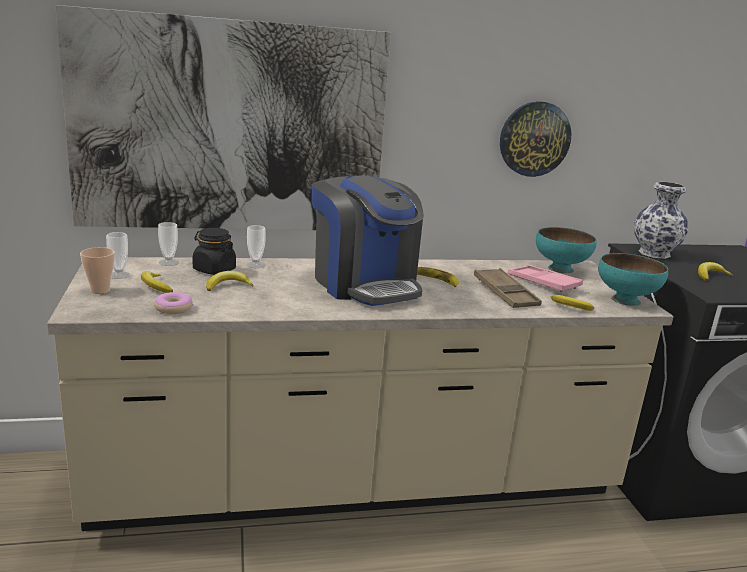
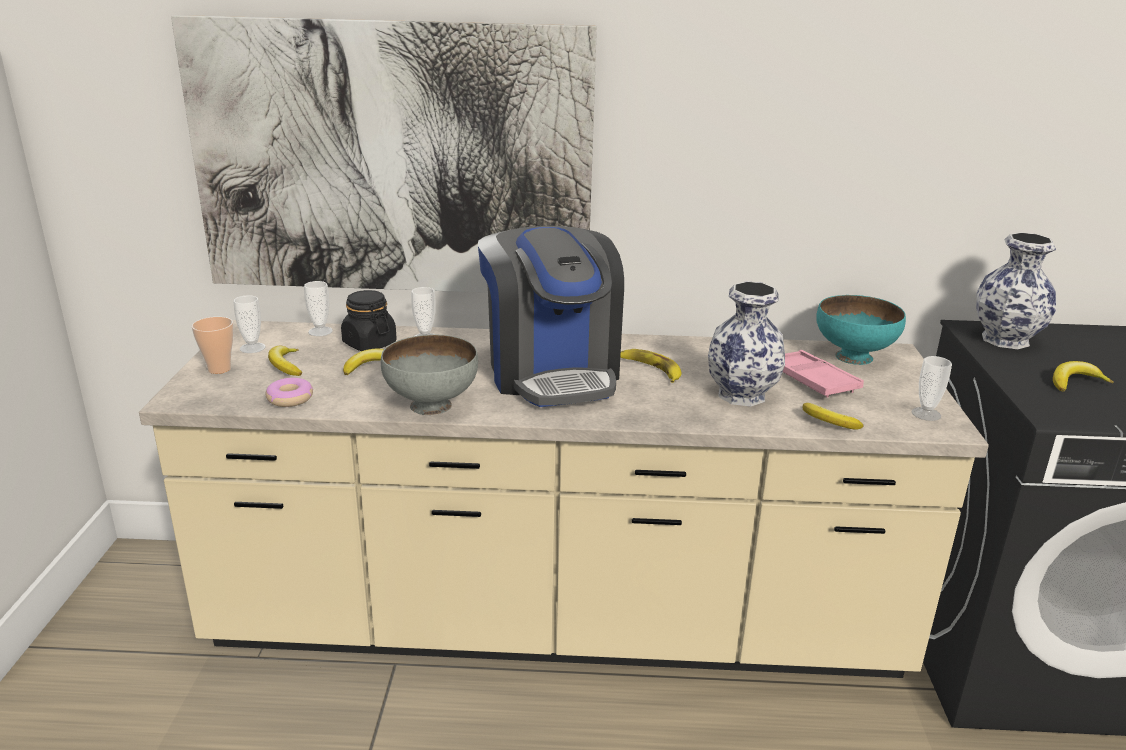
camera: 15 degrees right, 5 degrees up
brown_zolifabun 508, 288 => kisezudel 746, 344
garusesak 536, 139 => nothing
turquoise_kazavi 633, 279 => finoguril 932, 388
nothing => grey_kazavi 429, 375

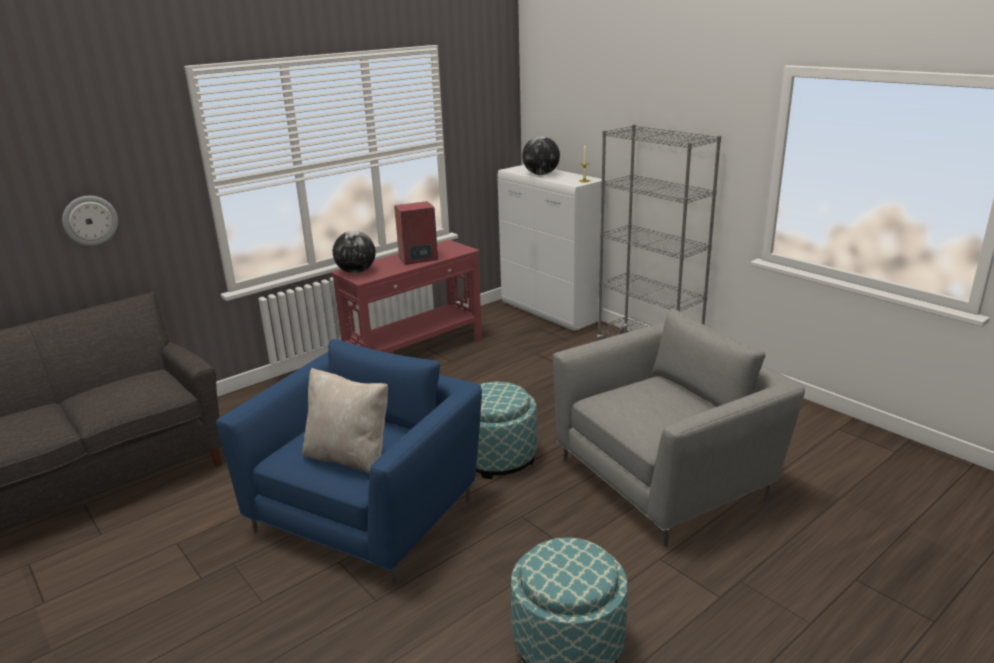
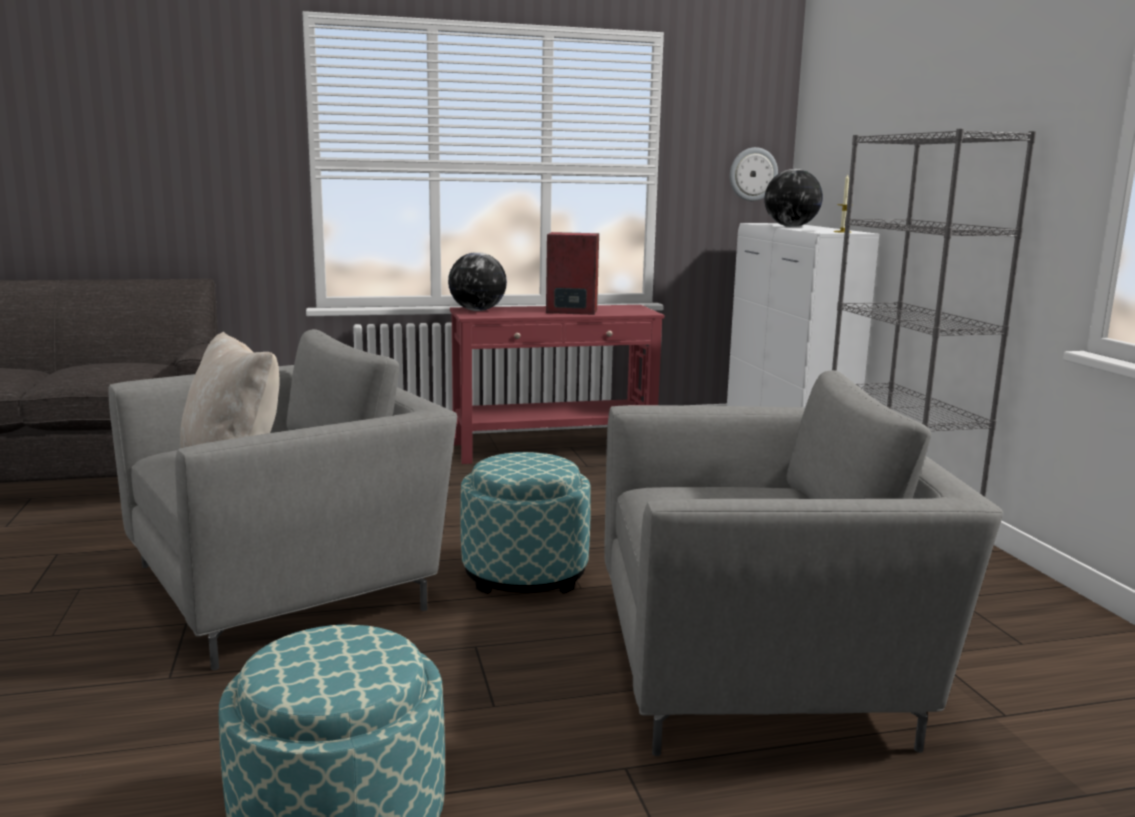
camera: 25 degrees right, 10 degrees down
garusesak 90, 221 => garusesak 754, 174, relocated
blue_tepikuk 349, 462 => grey_tepikuk 282, 499

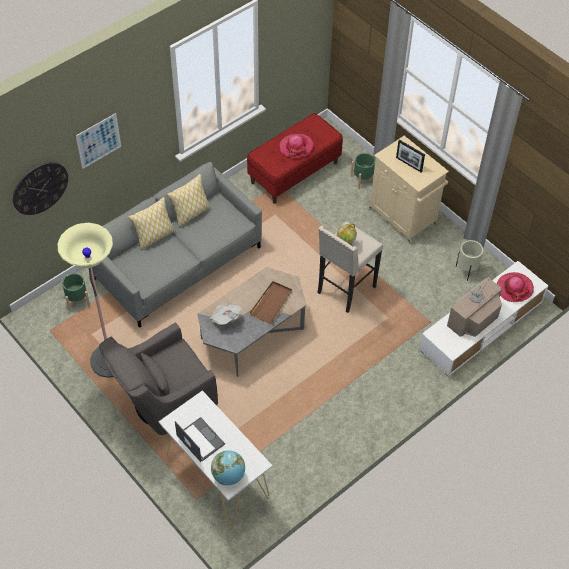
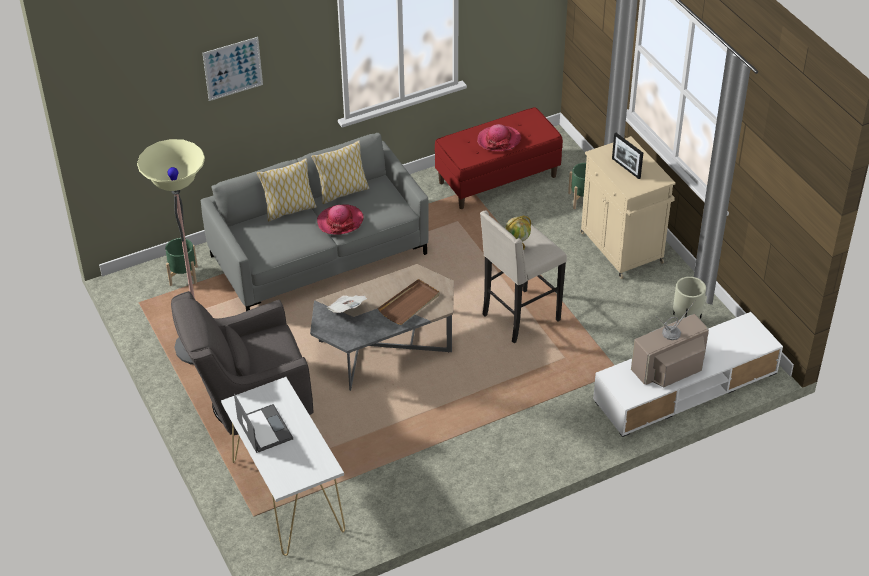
camera: 15 degrees right, 10 degrees down
garusesak 40, 188 => nothing
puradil 228, 467 => nothing
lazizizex 515, 287 => lazizizex 340, 219, relocated

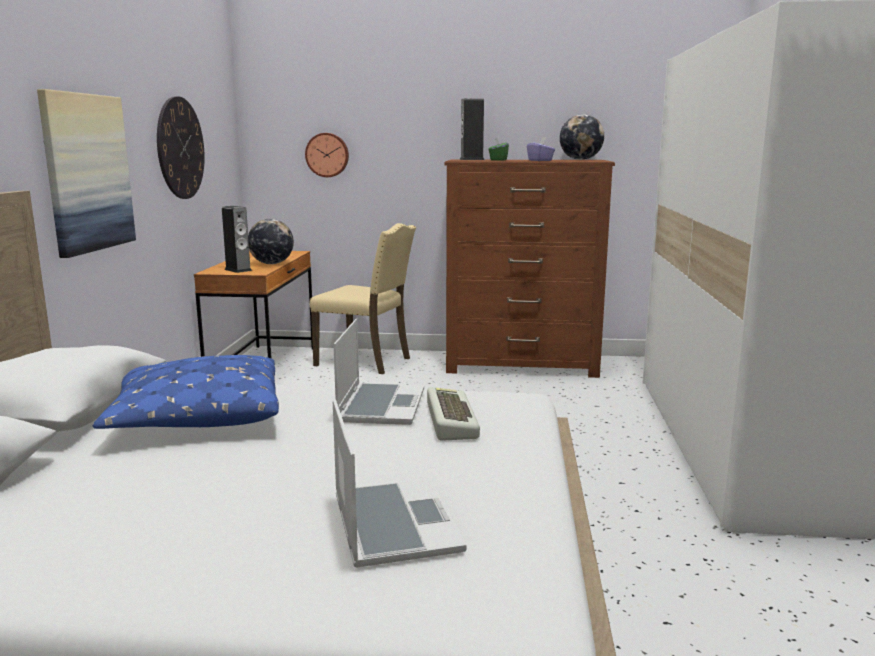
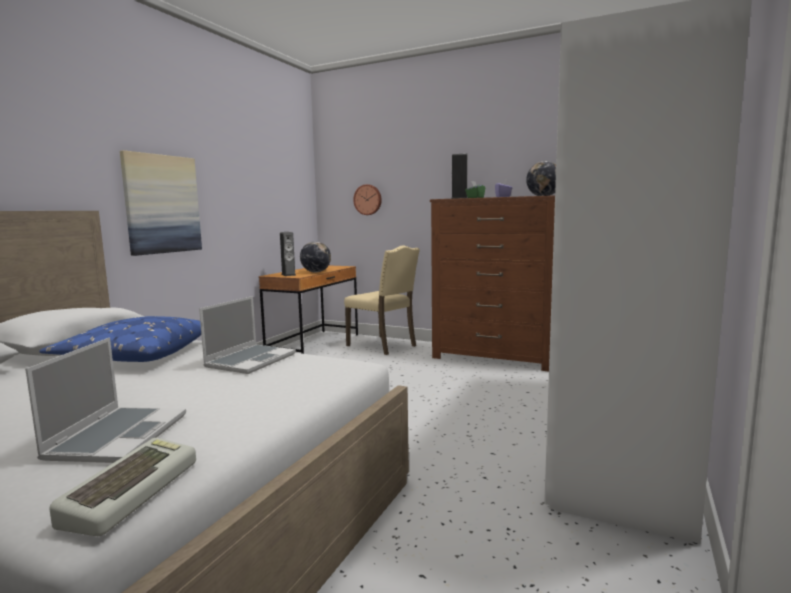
camera: 20 degrees right, 5 degrees down
garusesak 181, 147 => nothing
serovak 453, 414 => serovak 122, 487, relocated

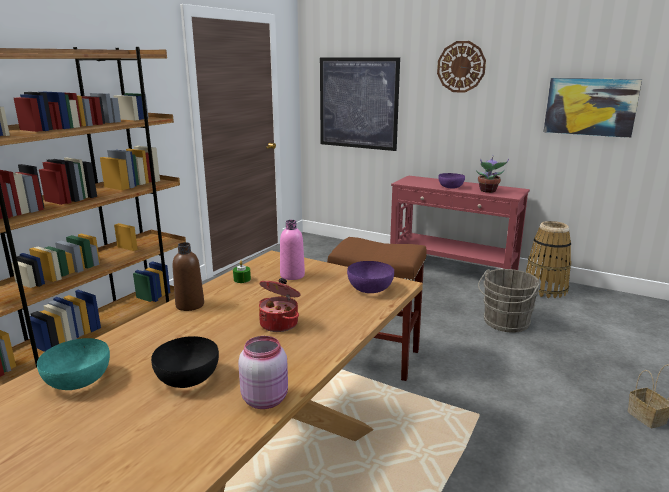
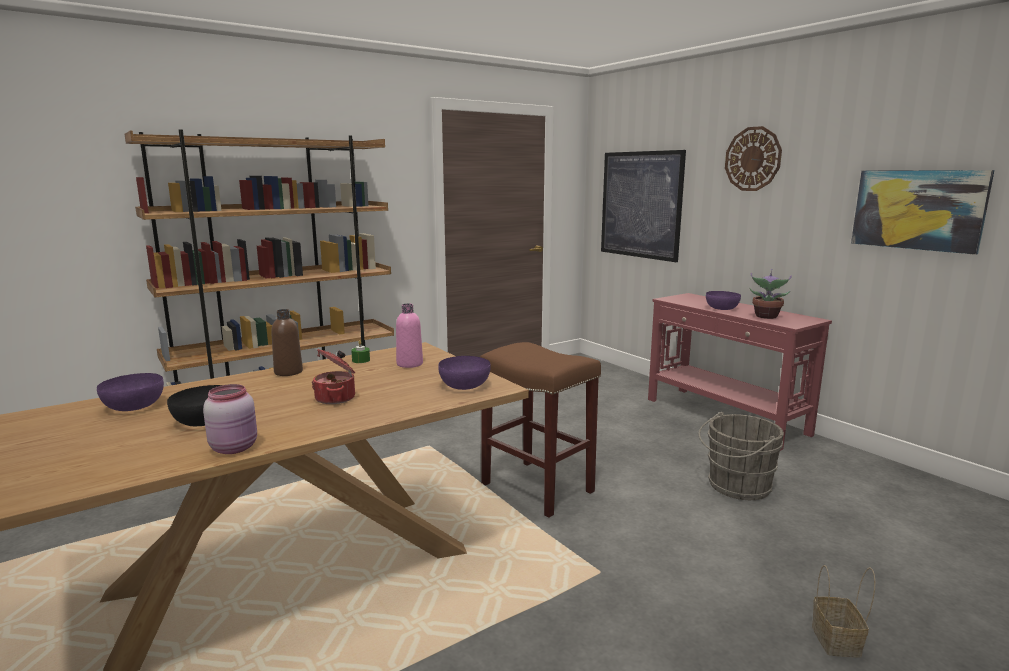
camera: 25 degrees right, 5 degrees down
turquoise_kazavi 73, 364 => purple_kazavi 130, 392
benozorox 548, 259 => nothing

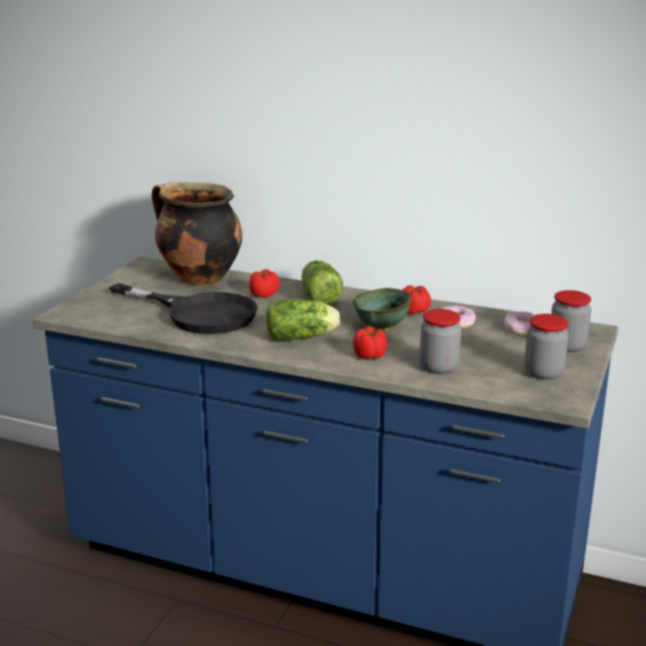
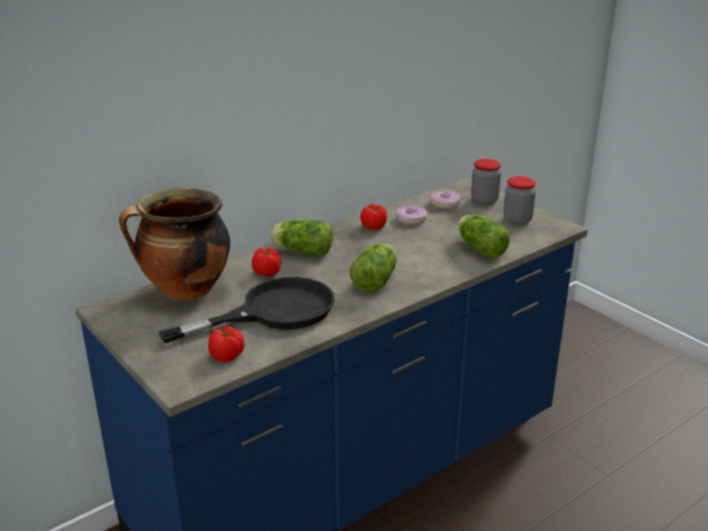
camera: 60 degrees left, 5 degrees up
green_kazavi 382, 309 => nothing
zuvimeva 370, 343 => zuvimeva 226, 344, relocated
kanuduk 440, 341 => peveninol 484, 236

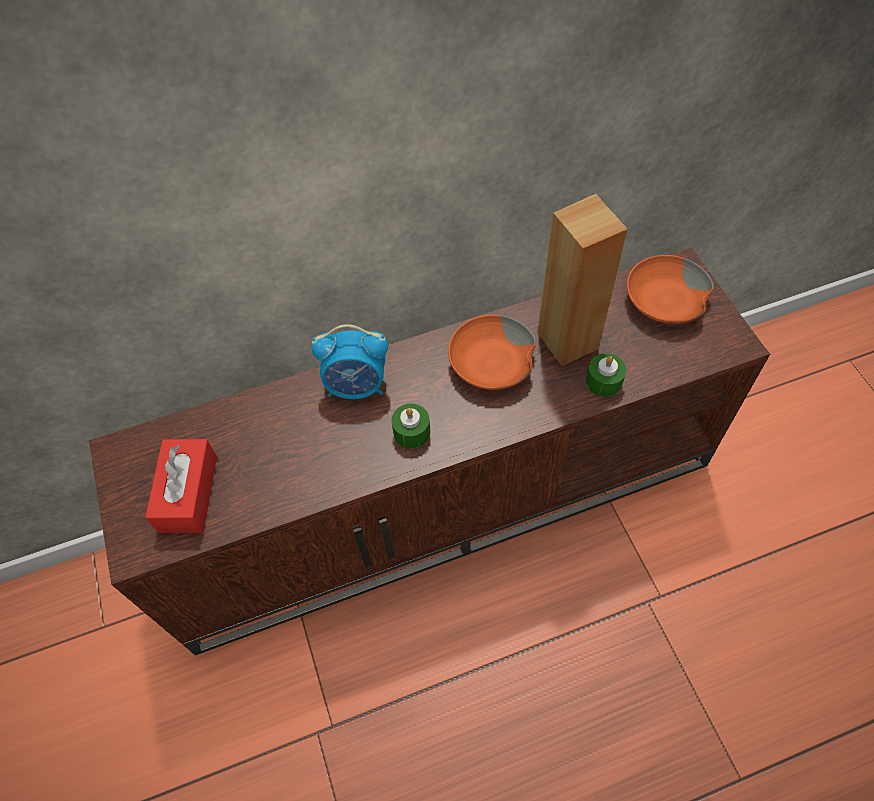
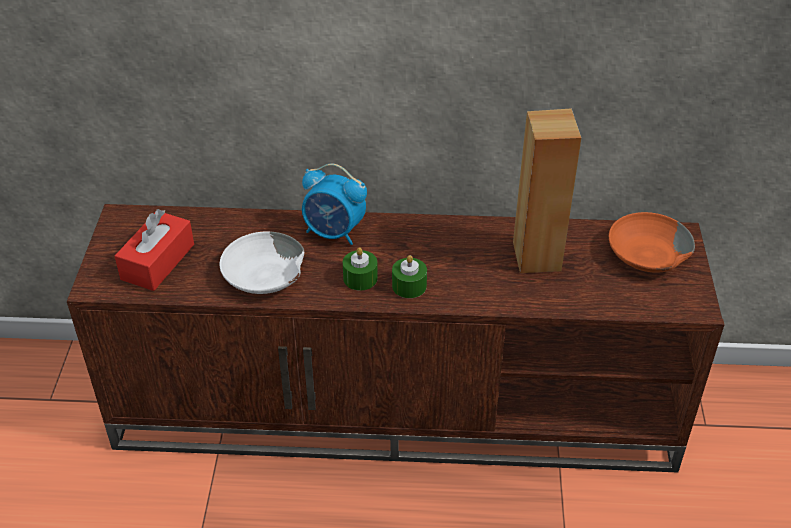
camera: 20 degrees right, 15 degrees down
orange_kazavi 492, 352 => nothing
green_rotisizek 606, 375 => green_rotisizek 409, 276, relocated
nothing => white_kazavi 262, 262

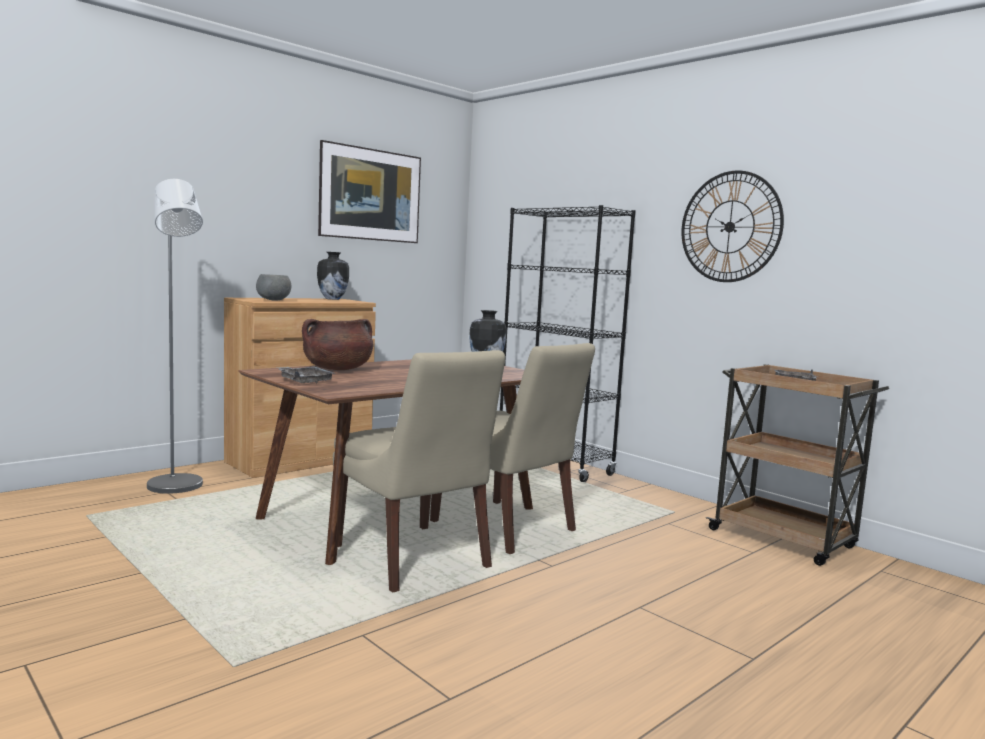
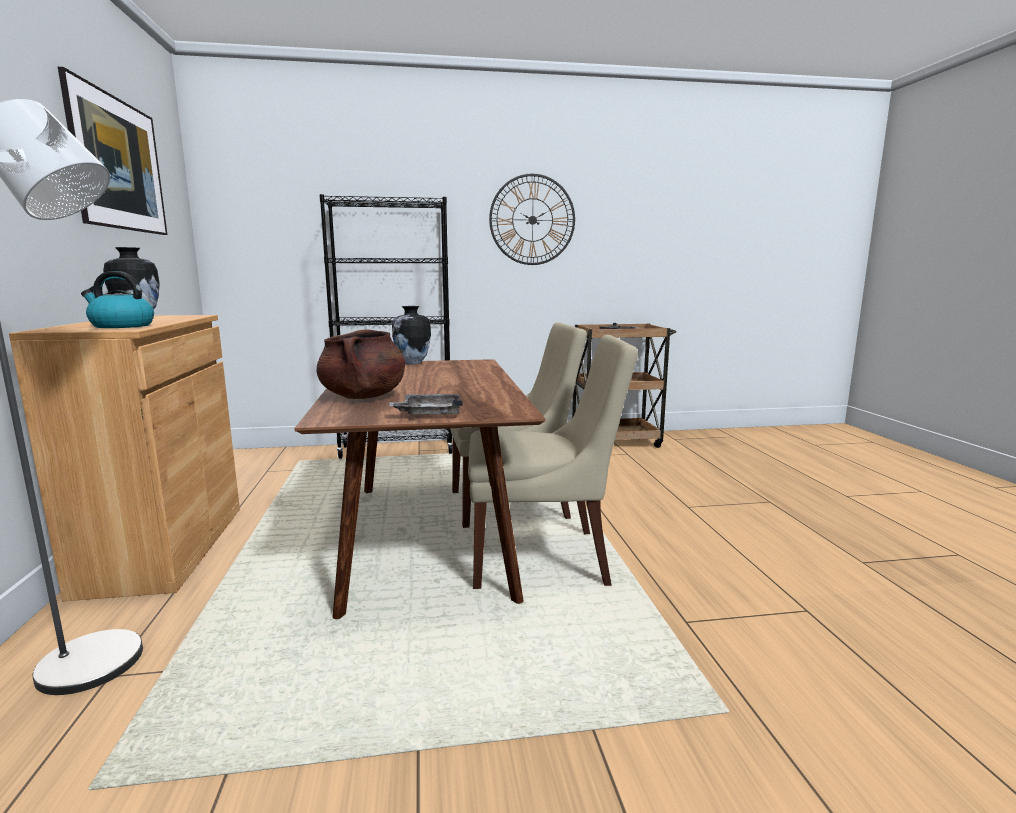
camera: 55 degrees left, 5 degrees up
grey_kazavi 273, 287 => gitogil 117, 299

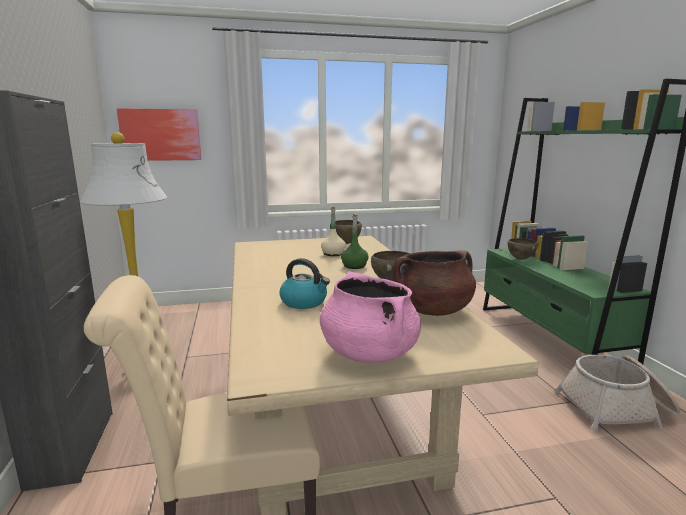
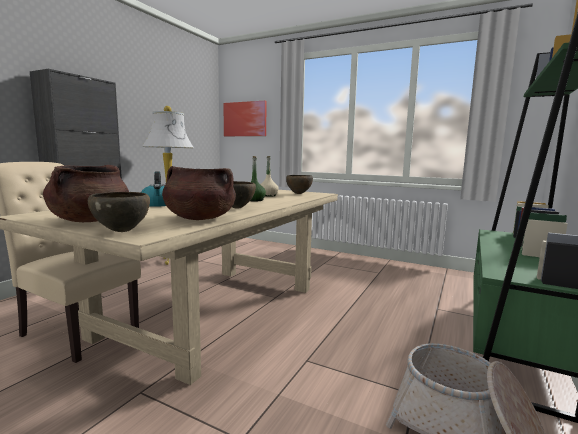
camera: 40 degrees right, 5 degrees down
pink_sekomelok 370, 317 => brown_sekomelok 86, 193
brown_kazavi 522, 249 => brown_kazavi 119, 212, relocated

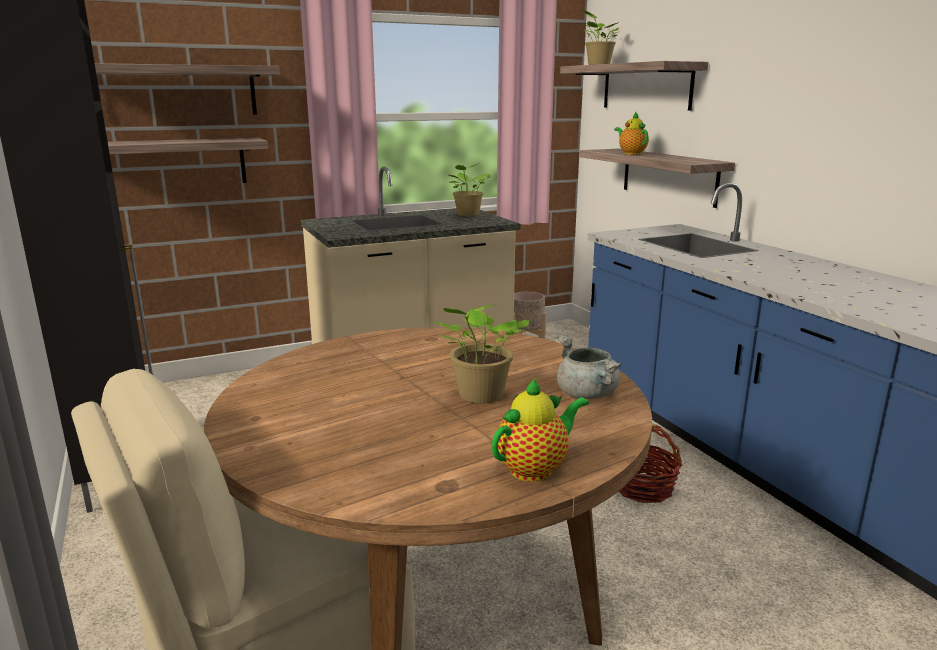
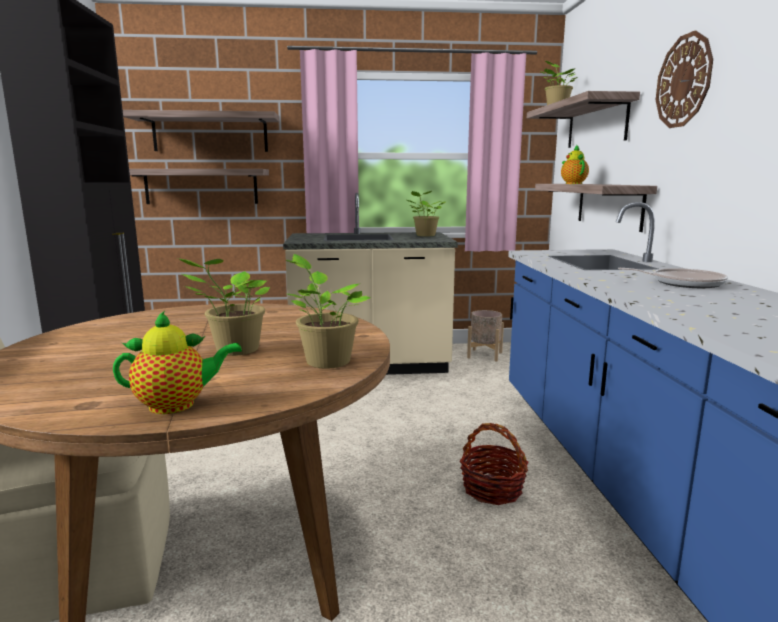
camera: 20 degrees right, 5 degrees down
grey_sekomelok 589, 367 => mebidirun 328, 311
nothing => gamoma 673, 278
nothing => garusesak 684, 79

